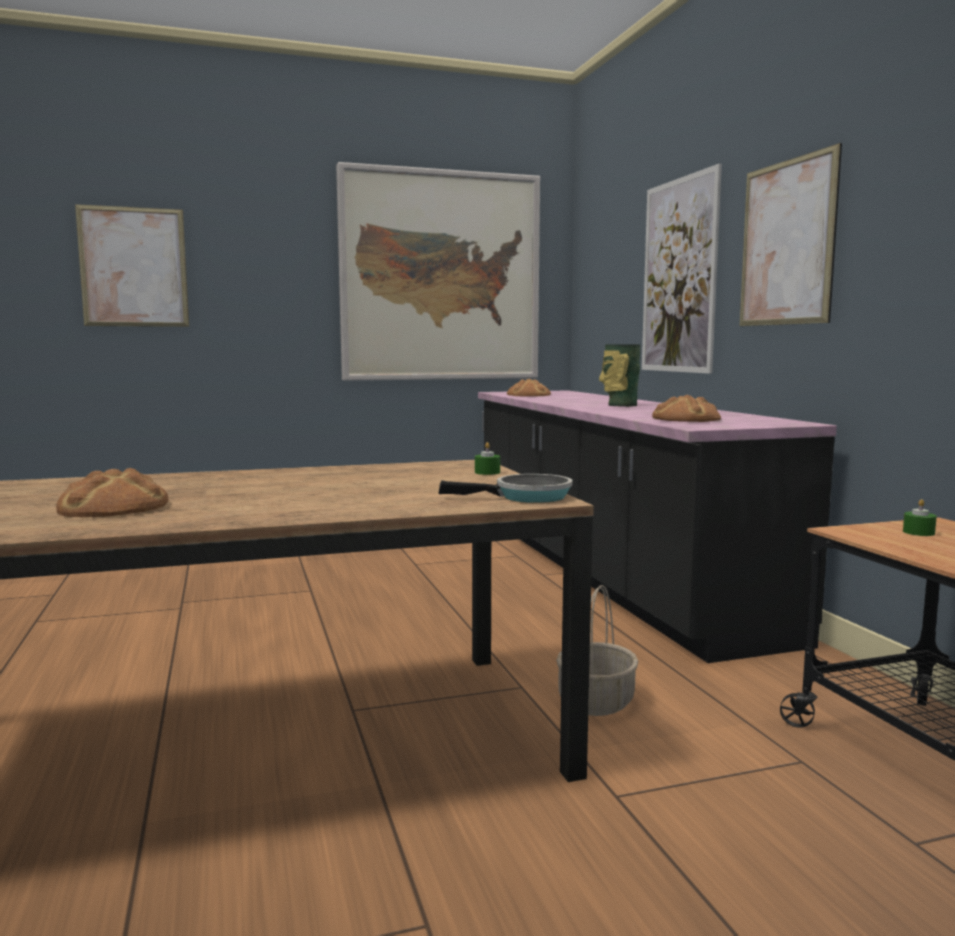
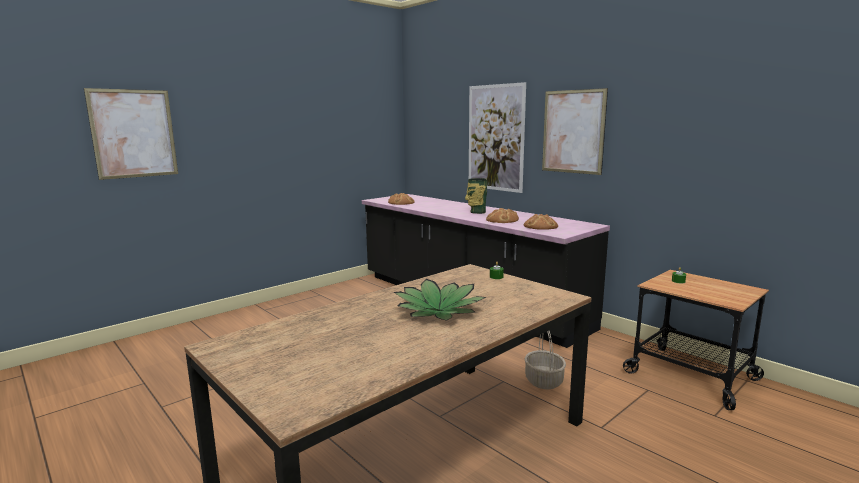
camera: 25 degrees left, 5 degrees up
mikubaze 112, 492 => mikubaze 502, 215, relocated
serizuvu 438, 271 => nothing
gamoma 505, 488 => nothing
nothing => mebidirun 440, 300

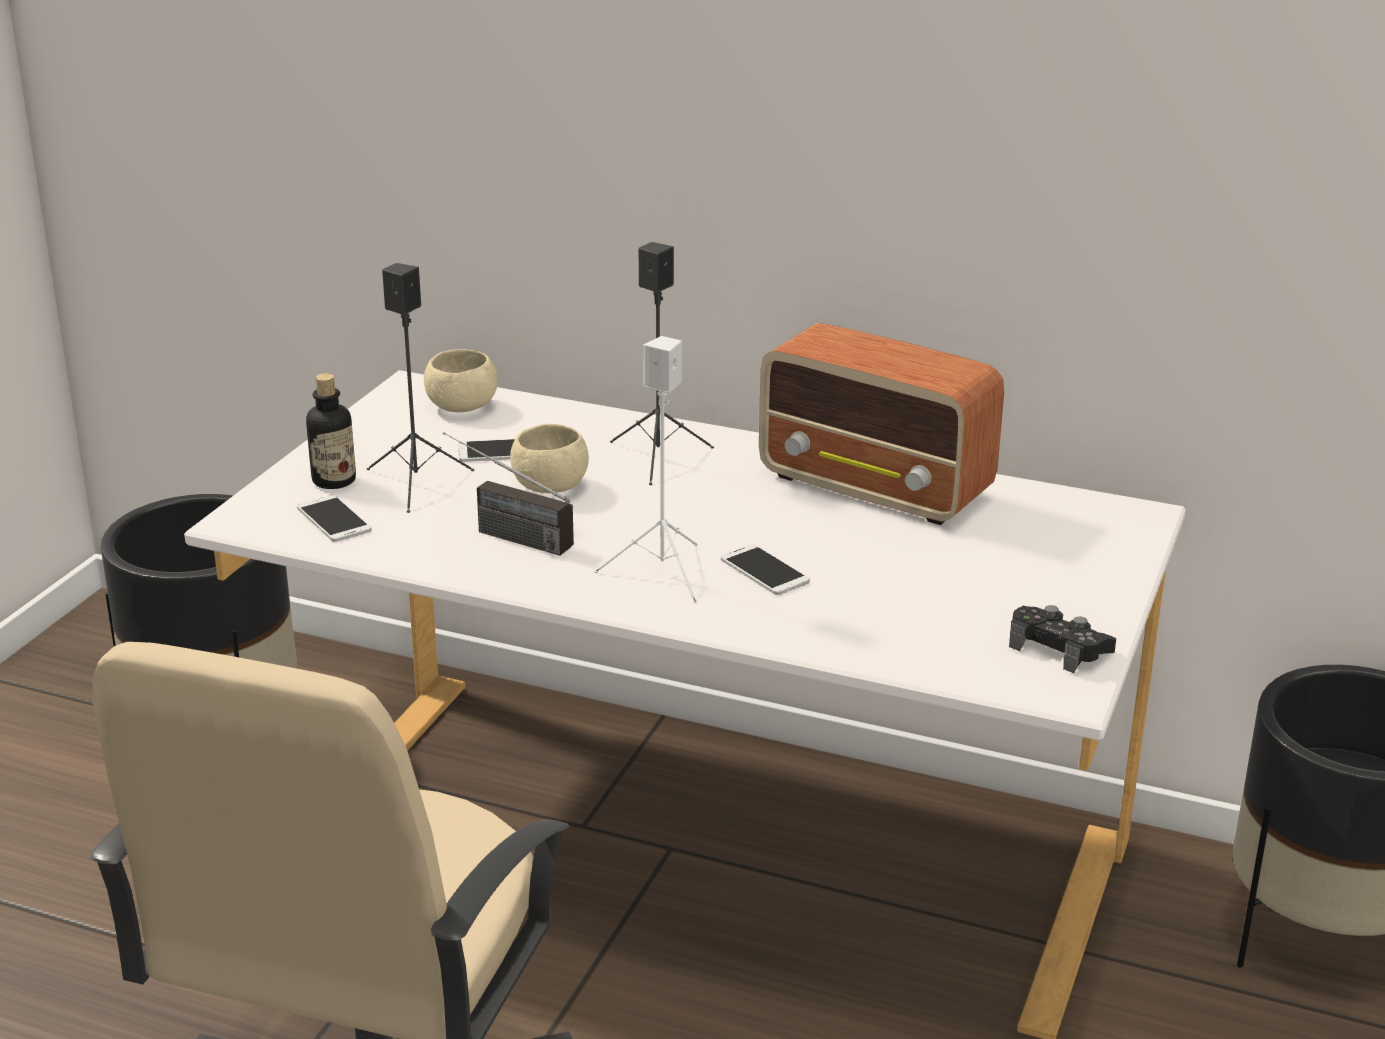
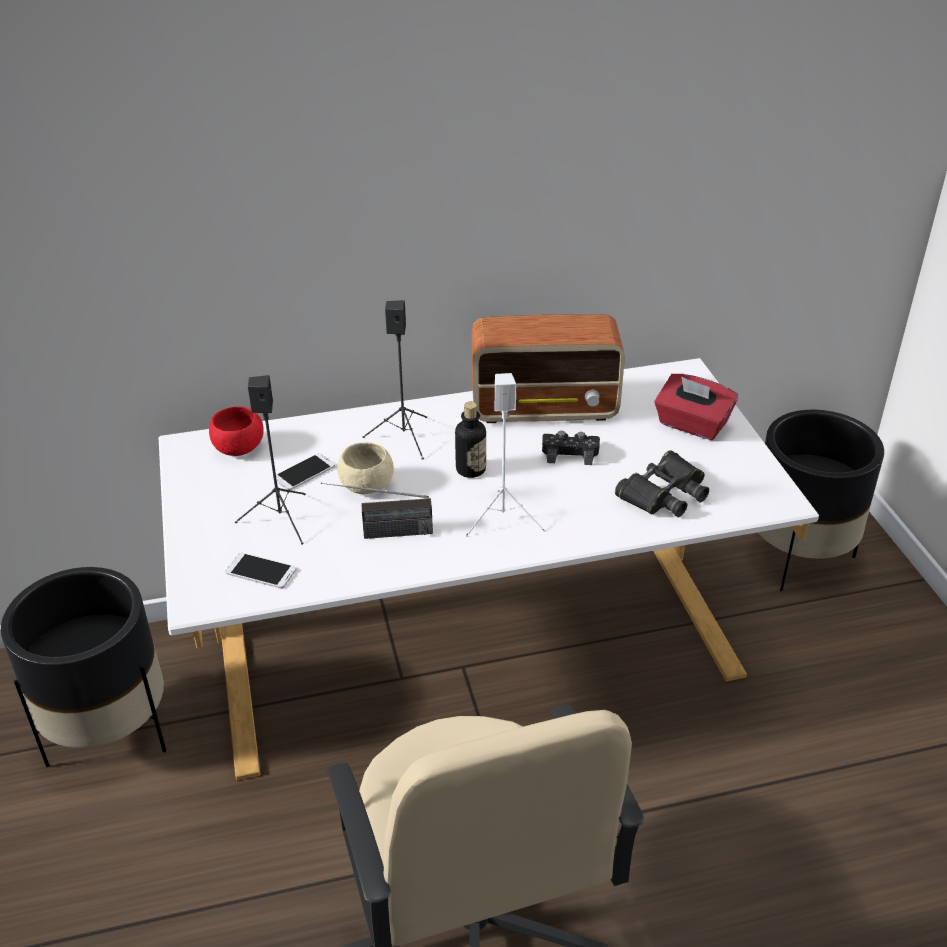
camera: 35 degrees left, 10 degrees up
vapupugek 331, 431 => vapupugek 470, 440, relocated
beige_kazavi 461, 380 => red_kazavi 236, 431
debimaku 765, 569 => nothing
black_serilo 1062, 639 => black_serilo 571, 448, relocated
nothing => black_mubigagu 662, 483
nothing => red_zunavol 696, 407

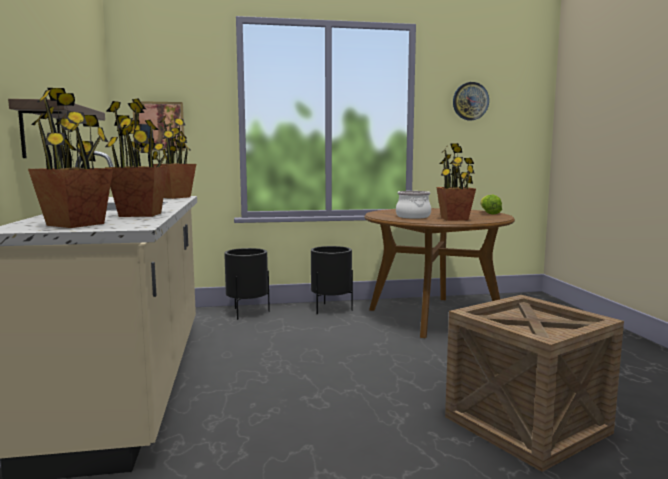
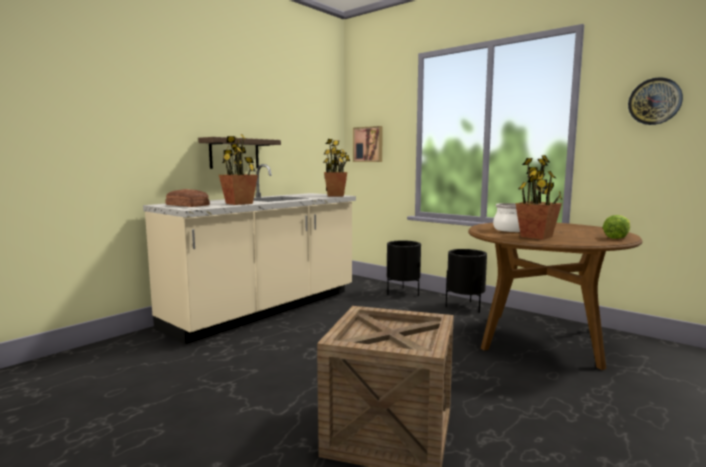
camera: 50 degrees right, 0 degrees up
mebidirun 70, 158 => mikubaze 187, 198

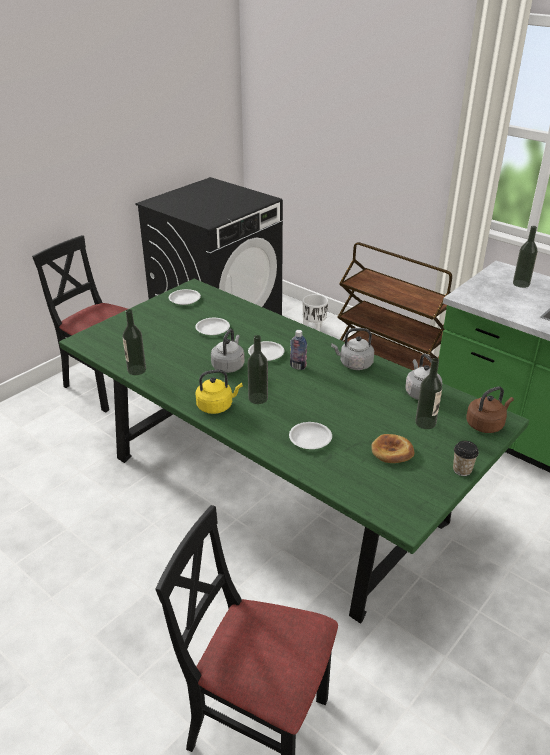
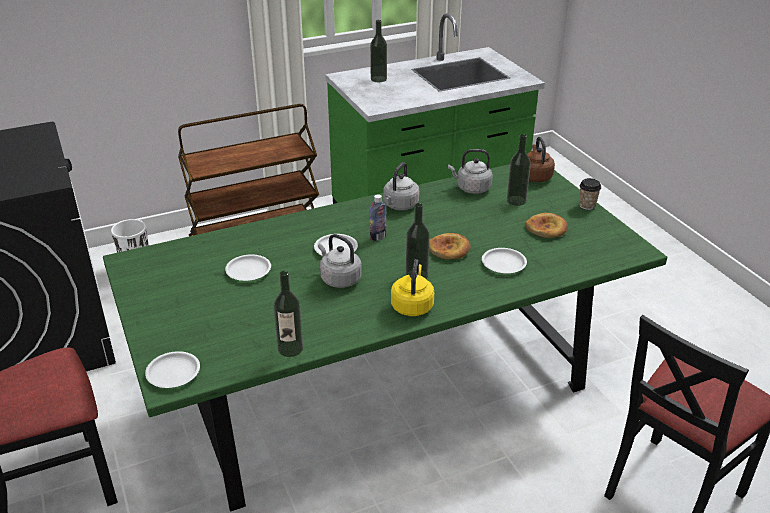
camera: 65 degrees left, 0 degrees up
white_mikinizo 185, 297 => white_mikinizo 172, 369, relocated
nothing => mikubaze 450, 246

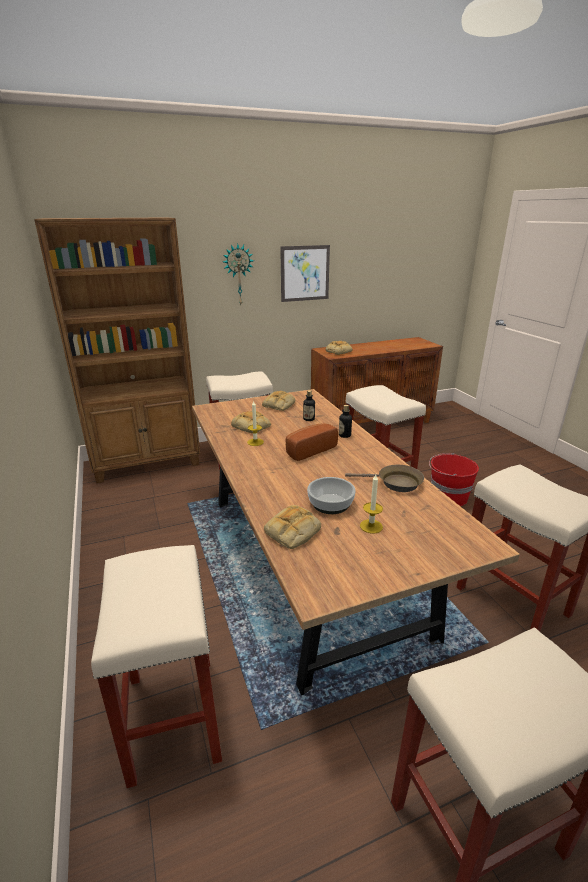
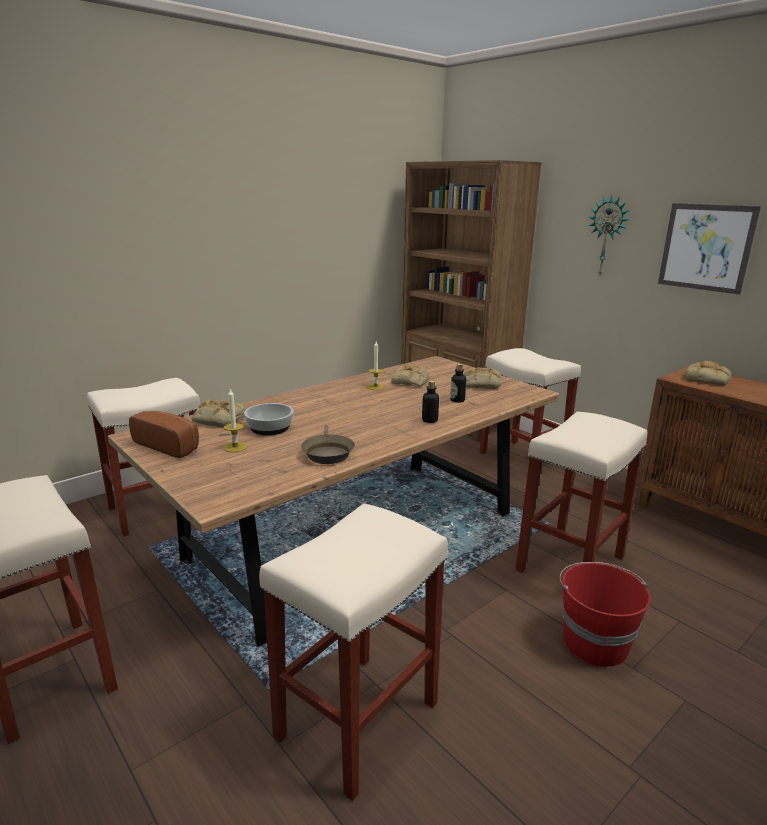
camera: 70 degrees right, 5 degrees down
mikubaze 311, 442 => mikubaze 164, 434, relocated

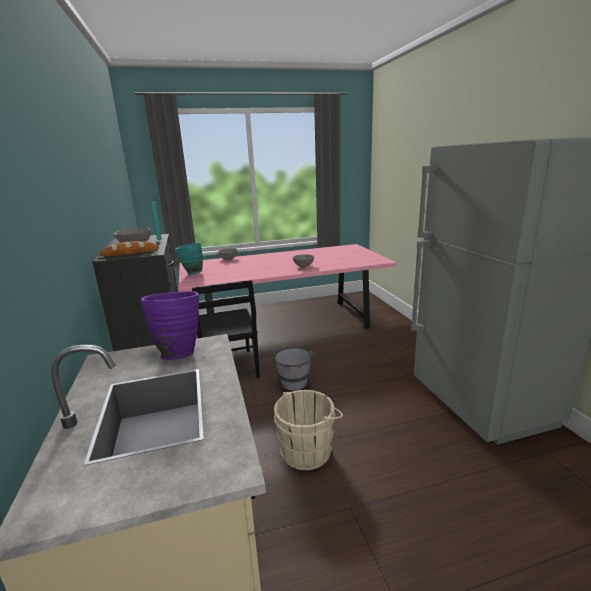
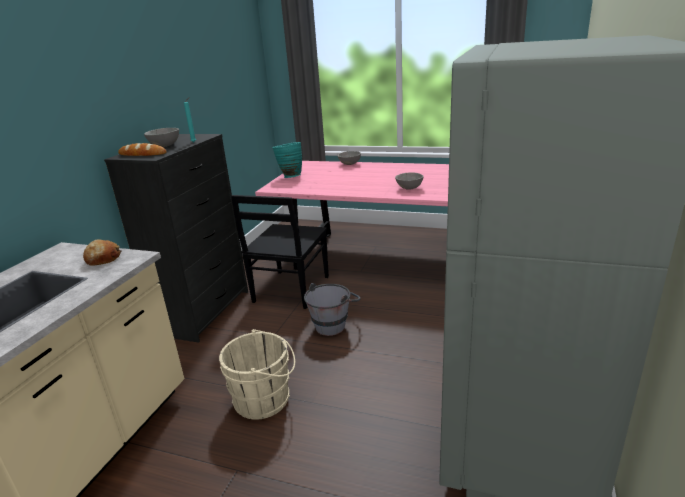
camera: 35 degrees right, 5 degrees up
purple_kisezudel 170, 325 => mikubaze 102, 252

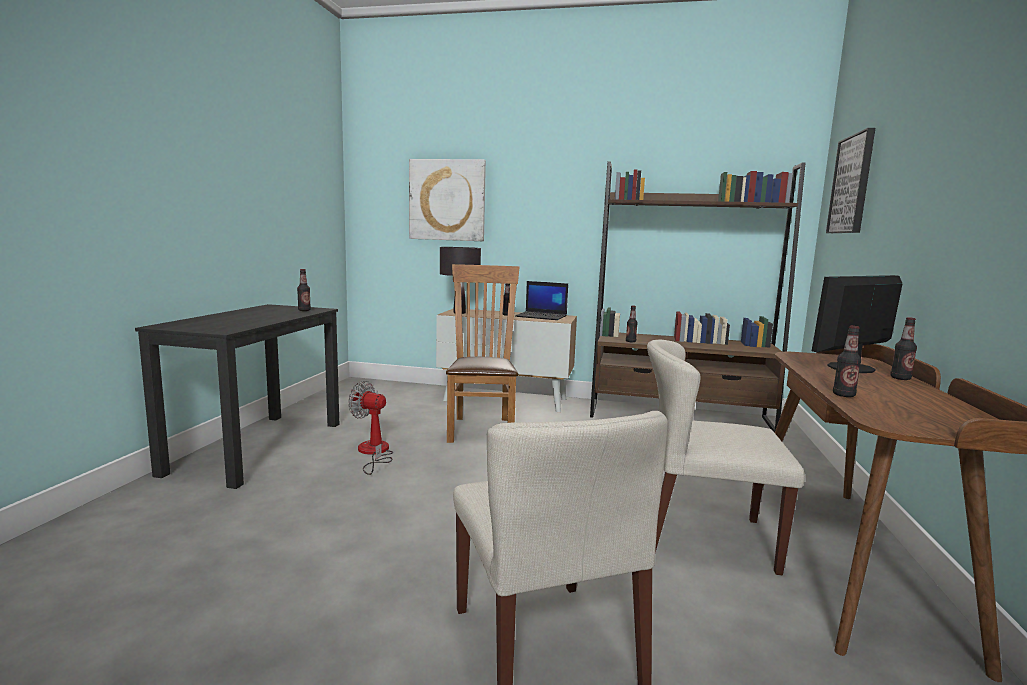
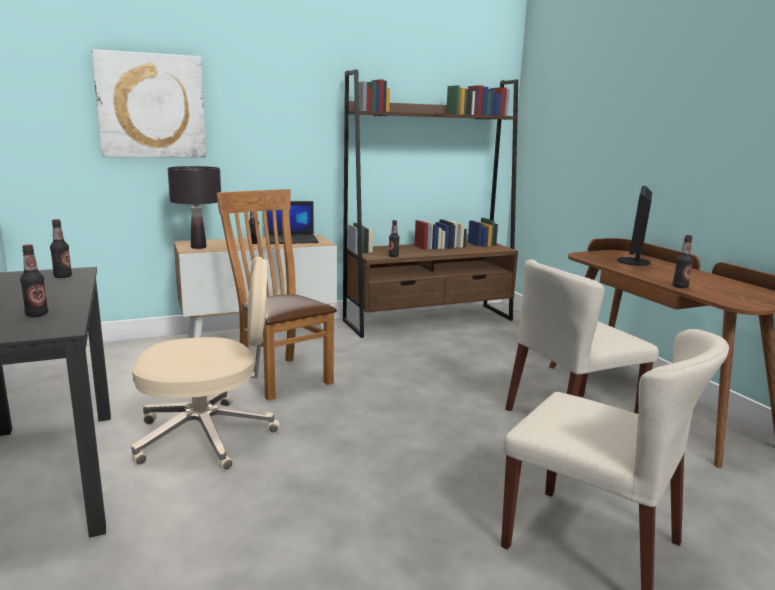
camera: 35 degrees left, 5 degrees up
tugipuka 370, 428 => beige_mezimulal 205, 363
serizuvu 850, 180 => nothing
vapupugek 903, 348 => vapupugek 34, 280, relocated

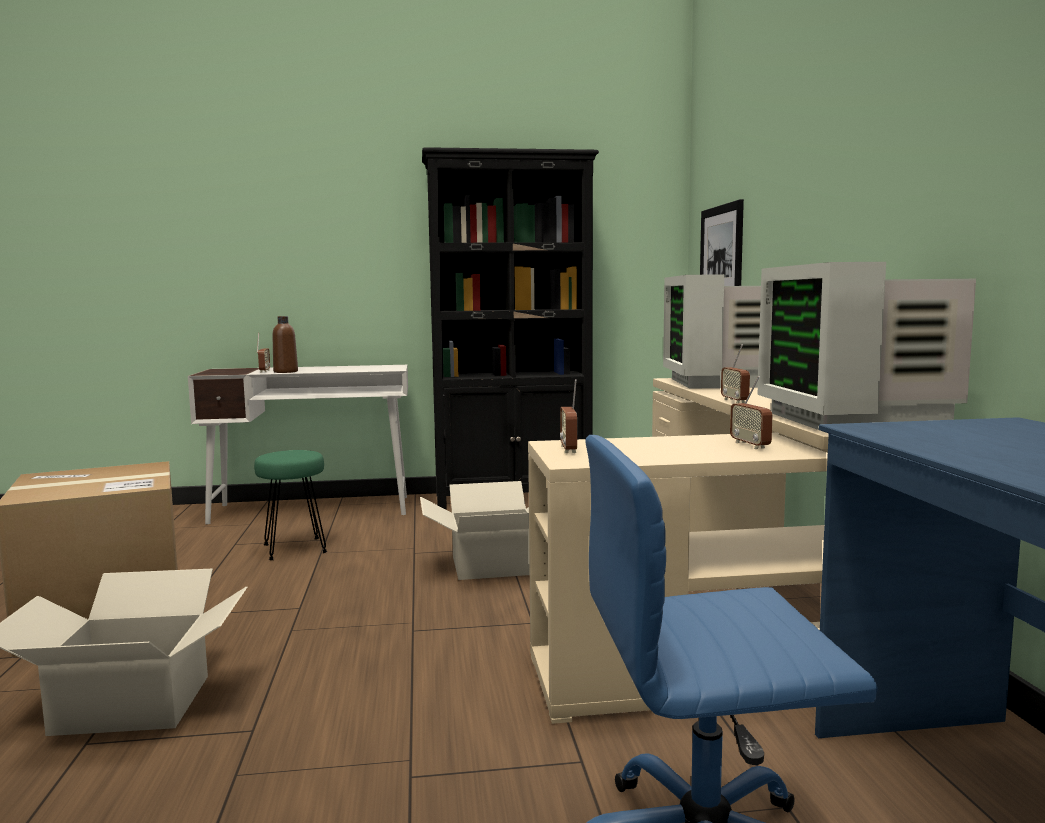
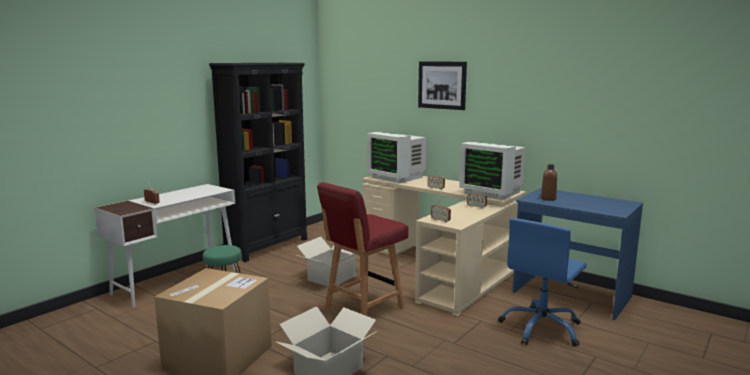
camera: 45 degrees left, 5 degrees up
brown_vapupugek 285, 344 => brown_vapupugek 549, 182, relocated
serizuvu 722, 242 => serizuvu 442, 86, relocated
nothing => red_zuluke 362, 249

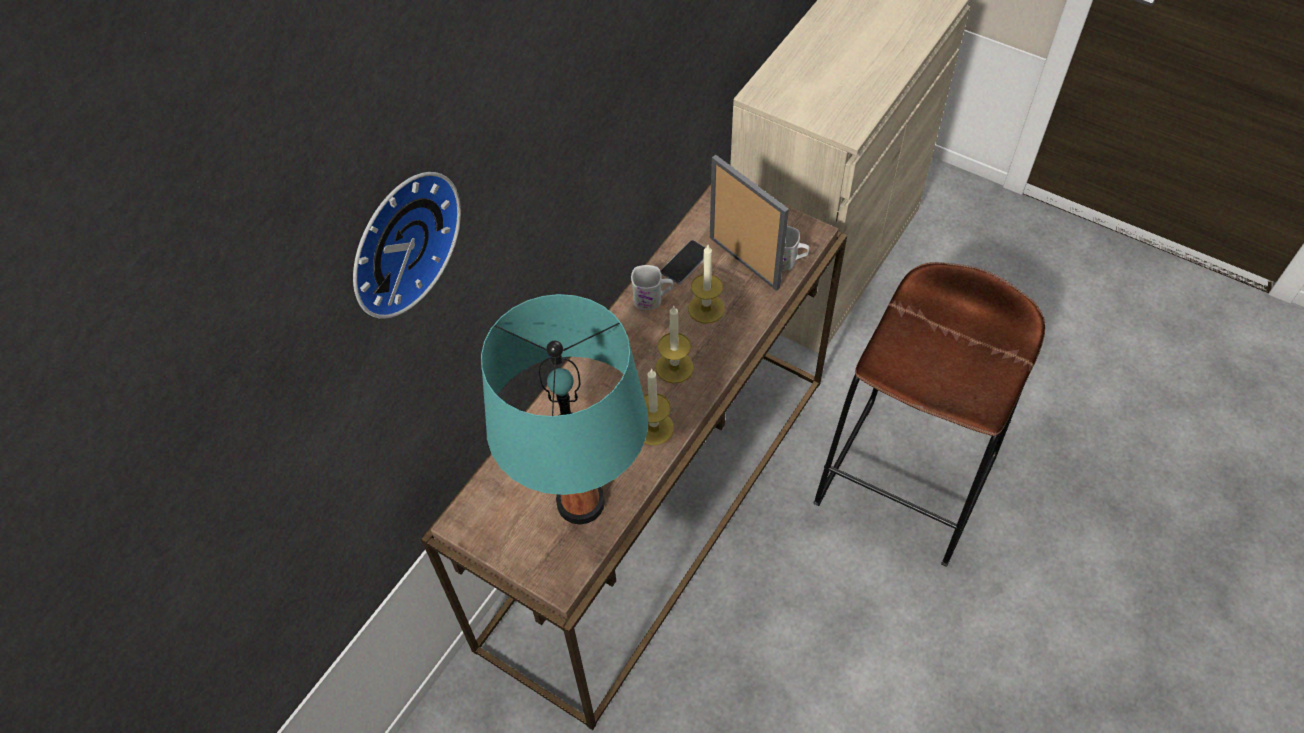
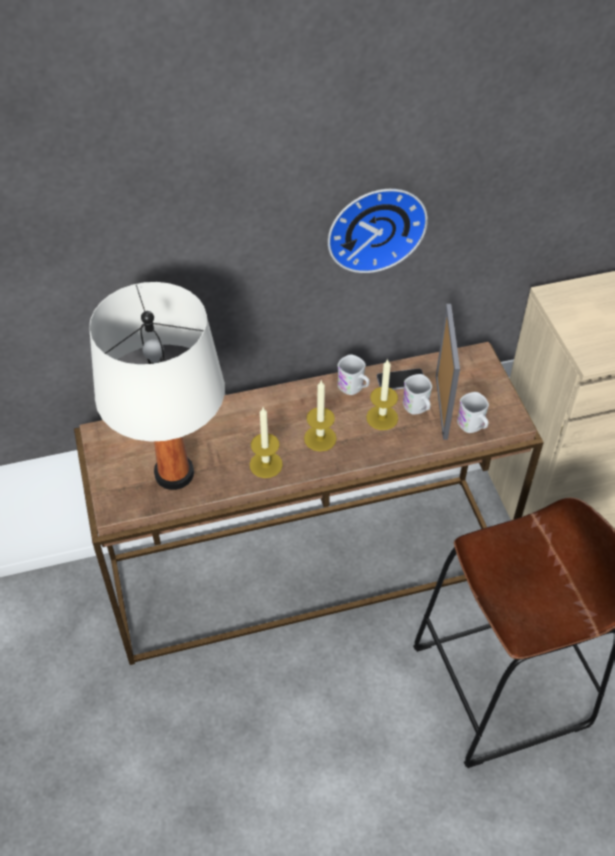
camera: 40 degrees right, 5 degrees down
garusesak 407, 245 => garusesak 378, 231, relocated
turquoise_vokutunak 564, 409 => white_vokutunak 157, 386
nothing => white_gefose 417, 394

